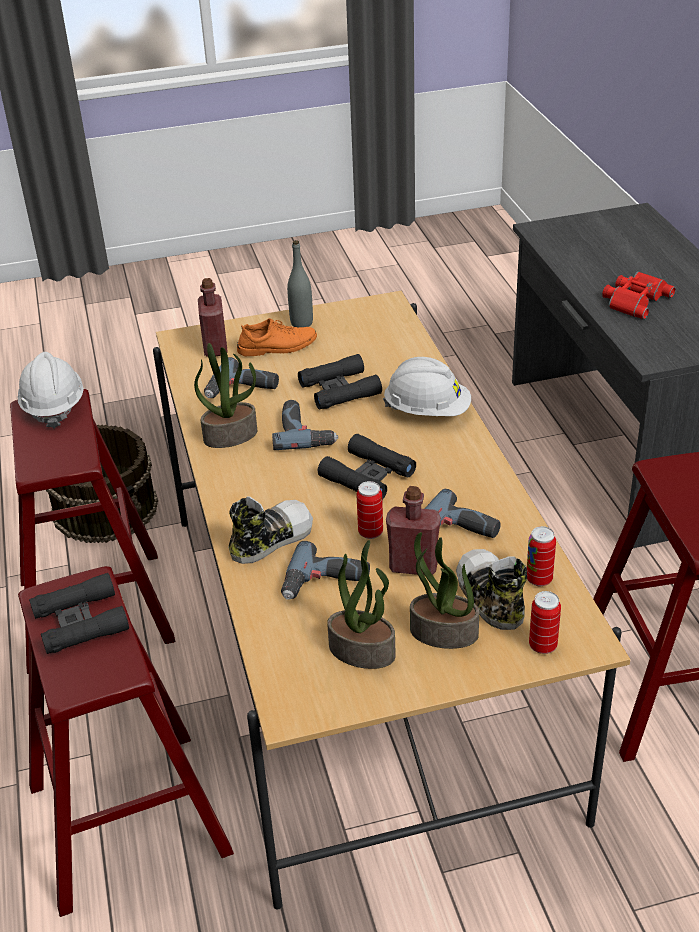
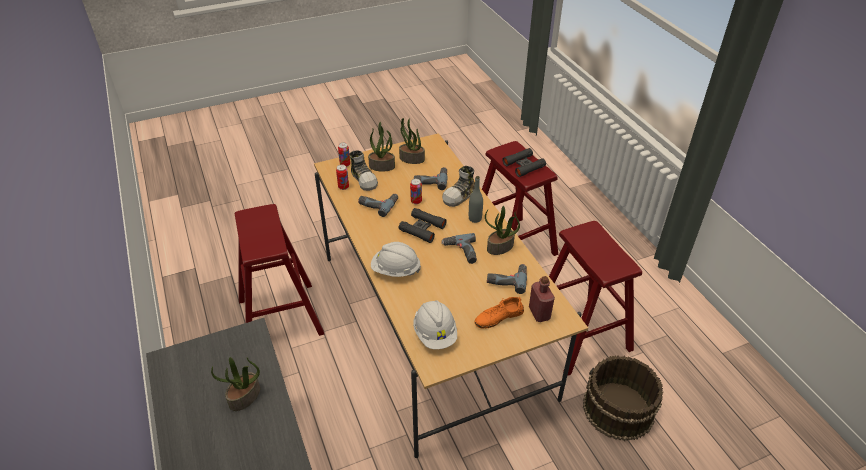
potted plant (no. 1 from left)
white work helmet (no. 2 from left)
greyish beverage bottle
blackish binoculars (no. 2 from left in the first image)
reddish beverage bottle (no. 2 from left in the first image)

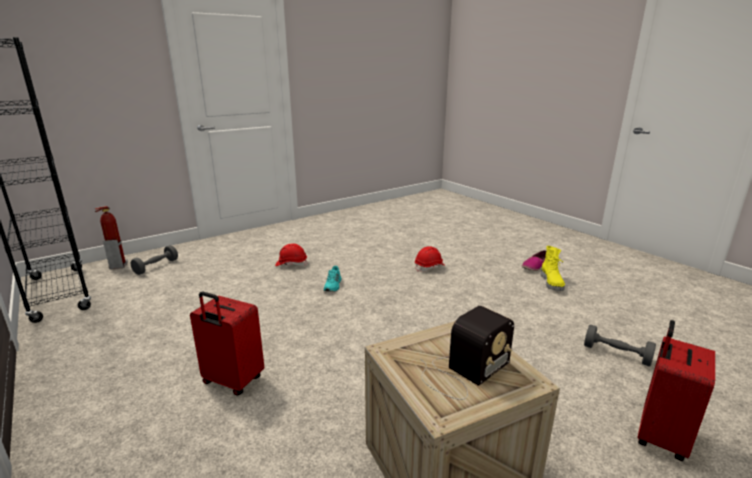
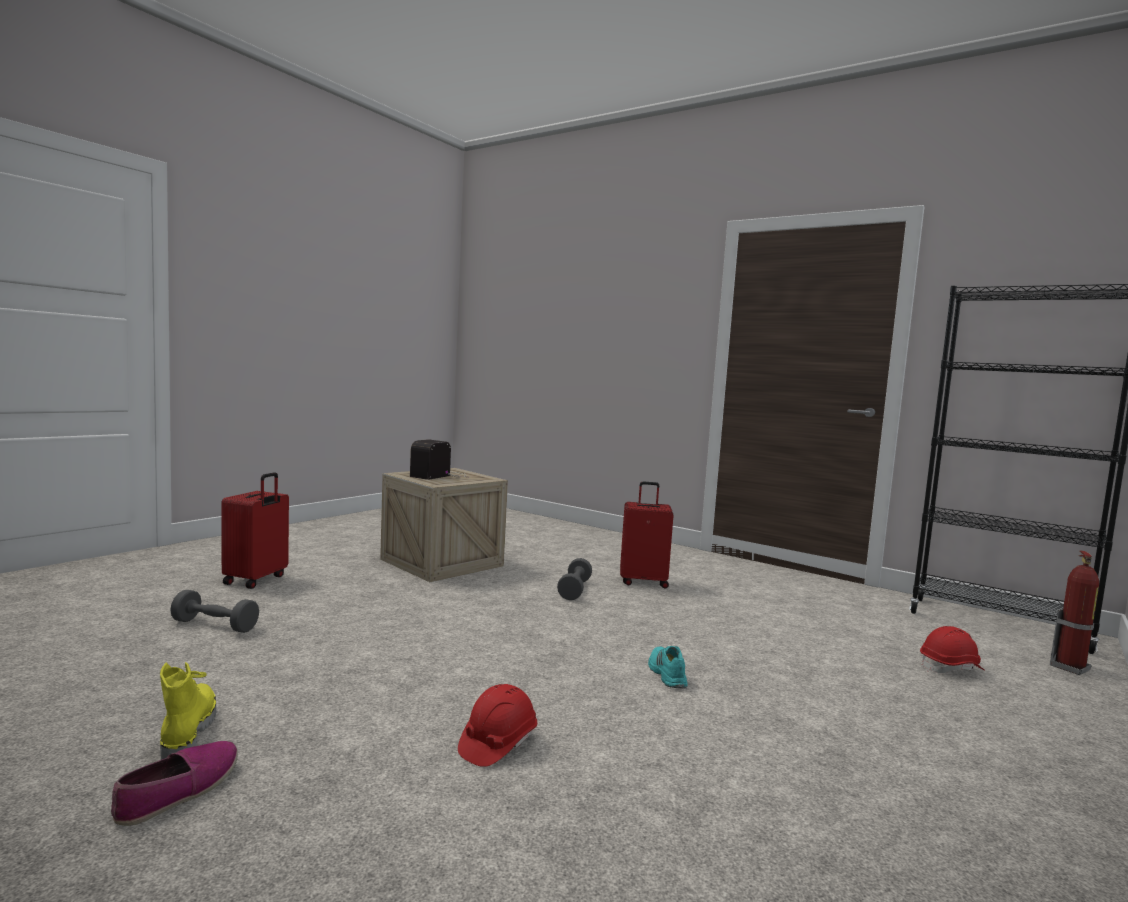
greyish dumbbell (no. 2 from left)
reddish work helmet (no. 2 from left)

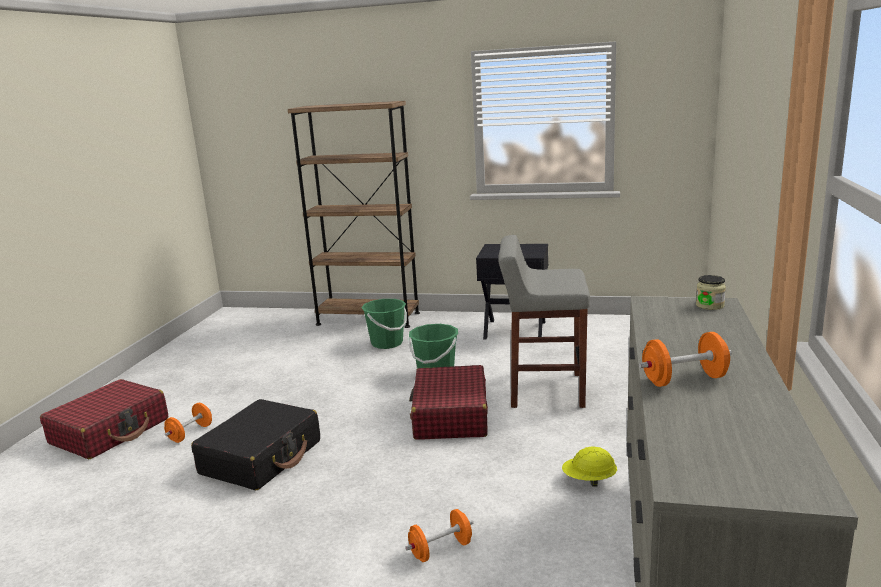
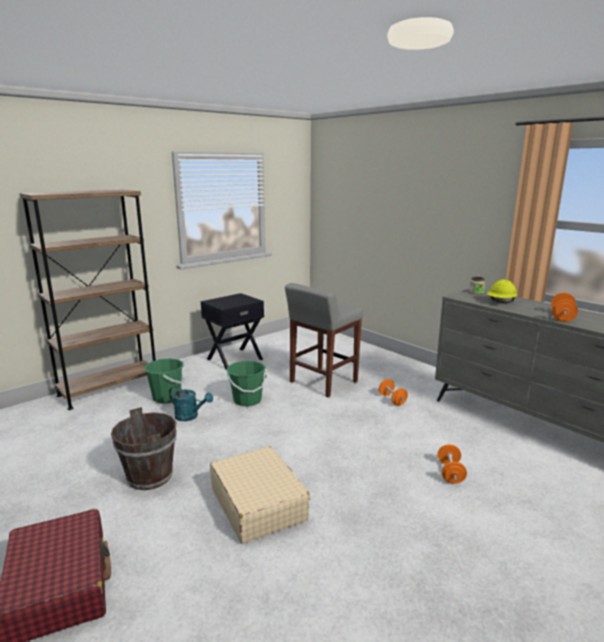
brown pail
turquoise-coloured watering pot
beige-coloured piece of luggage
orangey dumbbell (no. 1 from left)
yellowish work helmet
reddish piece of luggage (no. 2 from left in the first image)

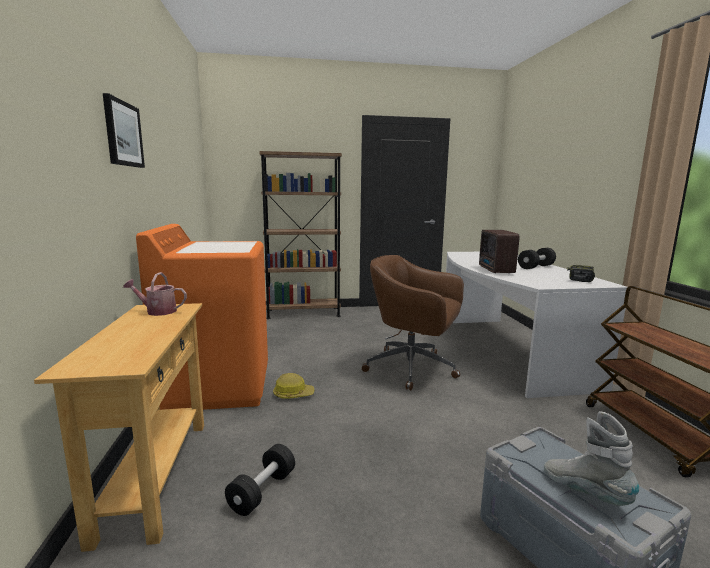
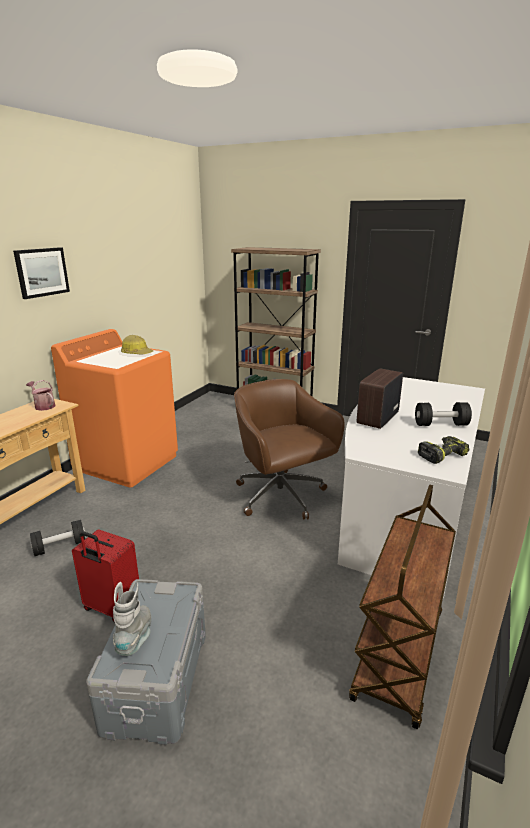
reddish piece of luggage
work helmet

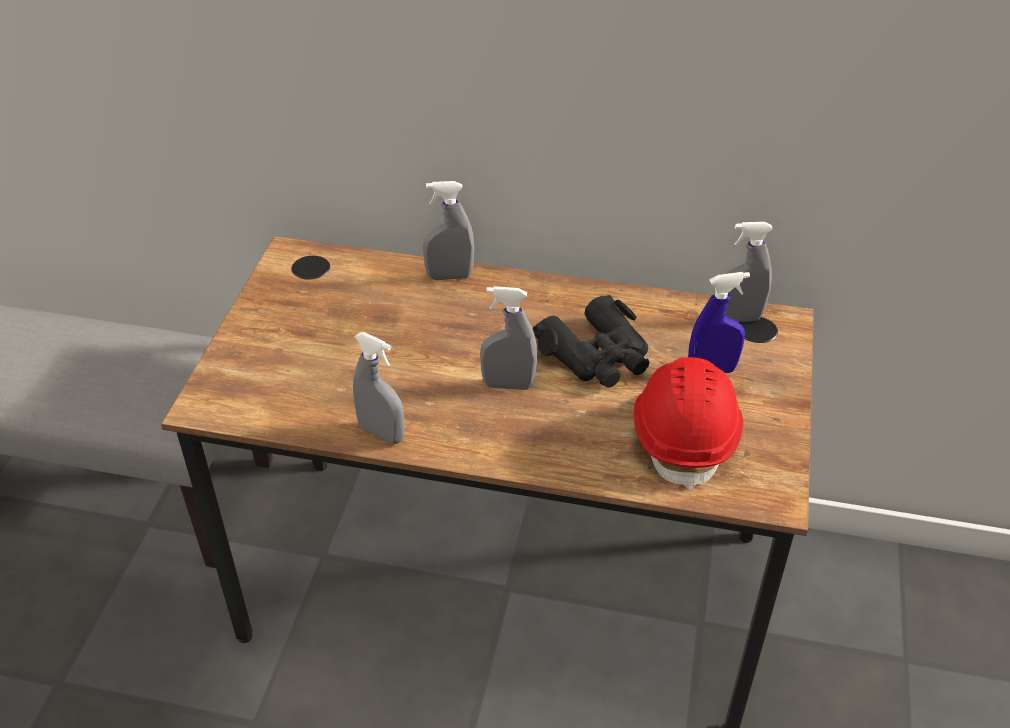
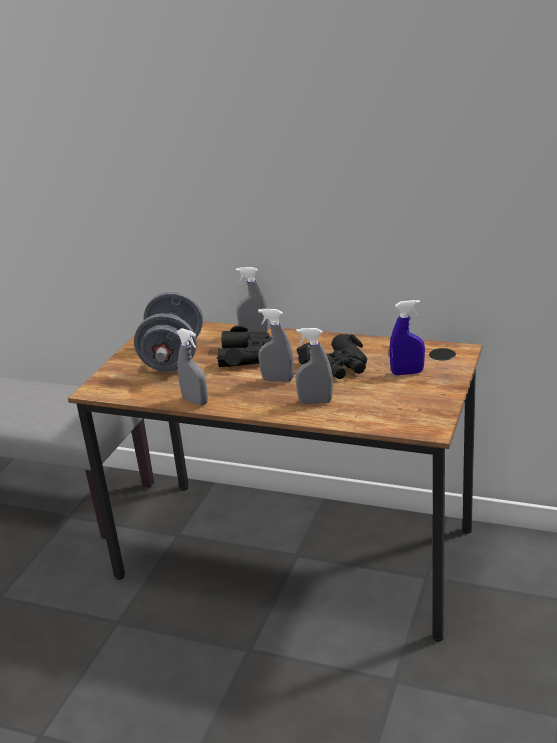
greyish dumbbell
blackish binoculars (no. 1 from left)
greyish spray bottle (no. 4 from left)
reddish work helmet

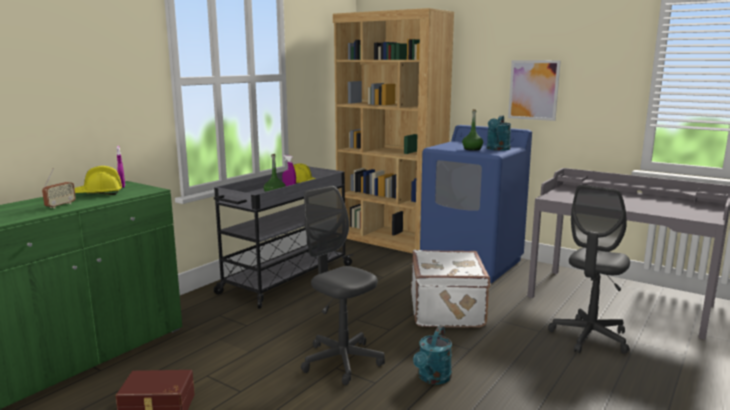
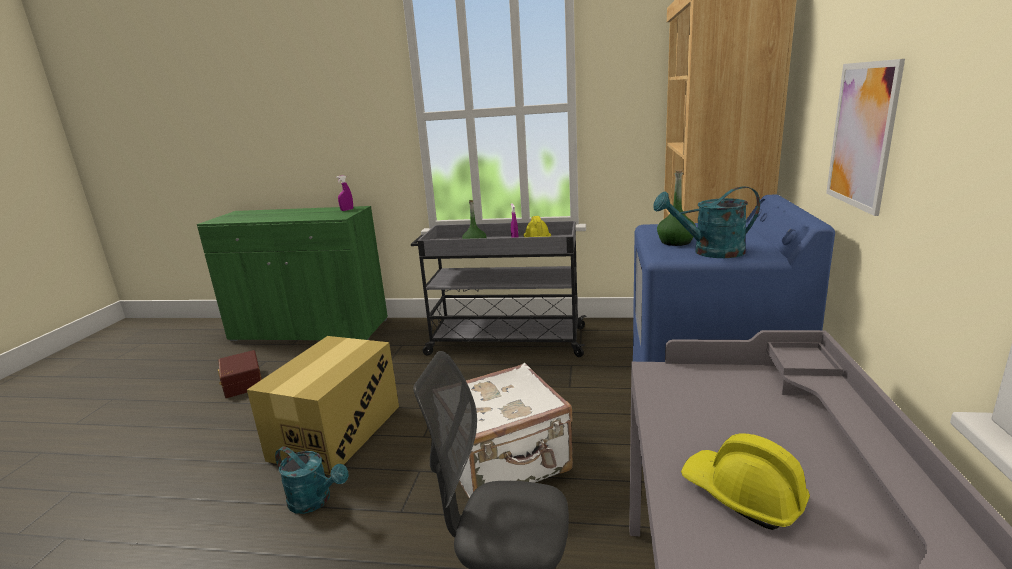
cardboard box
turquoise-coloured watering pot (no. 1 from left)
yellowish work helmet (no. 2 from left)
radio set

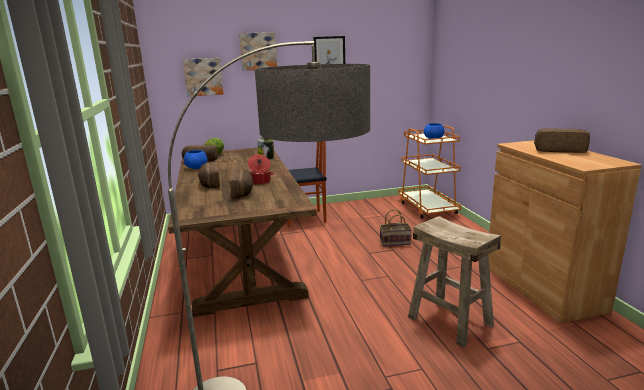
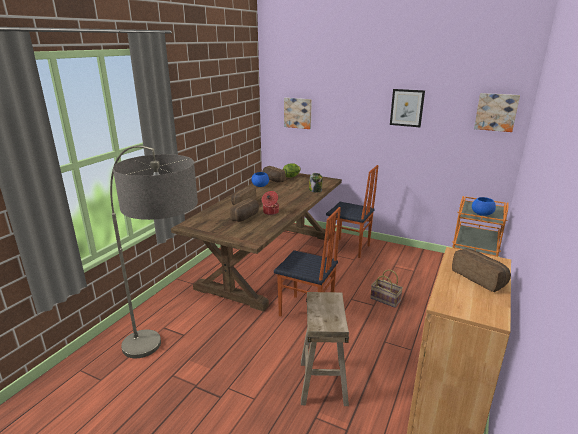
chair (no. 1 from left)
wall art (no. 3 from left)

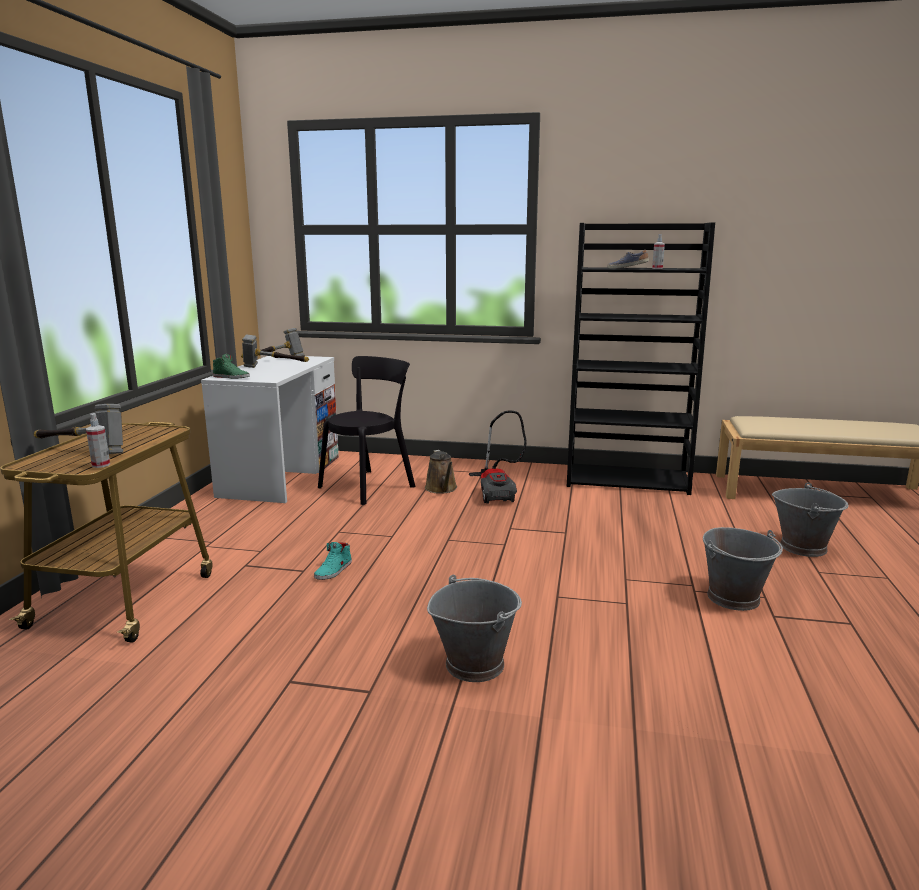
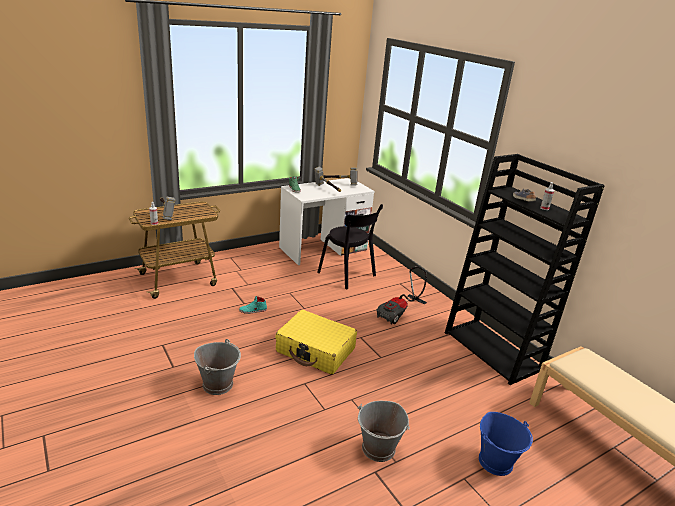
yellowish piece of luggage
blackish chair
blue-coloured pail
brown watering pot

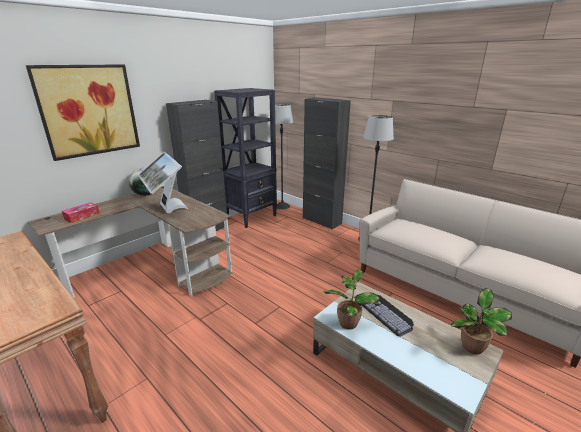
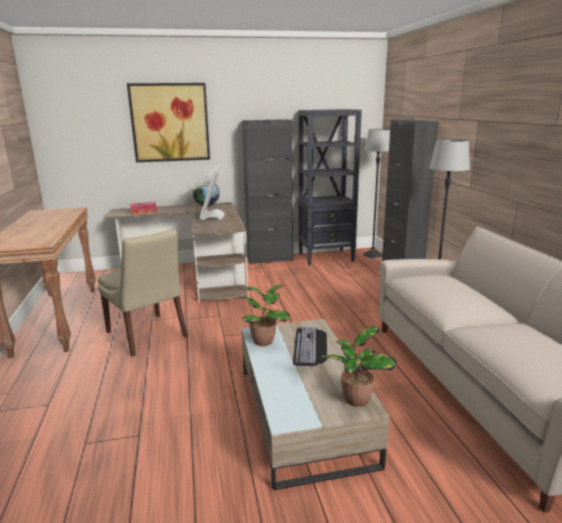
beige-coloured chair

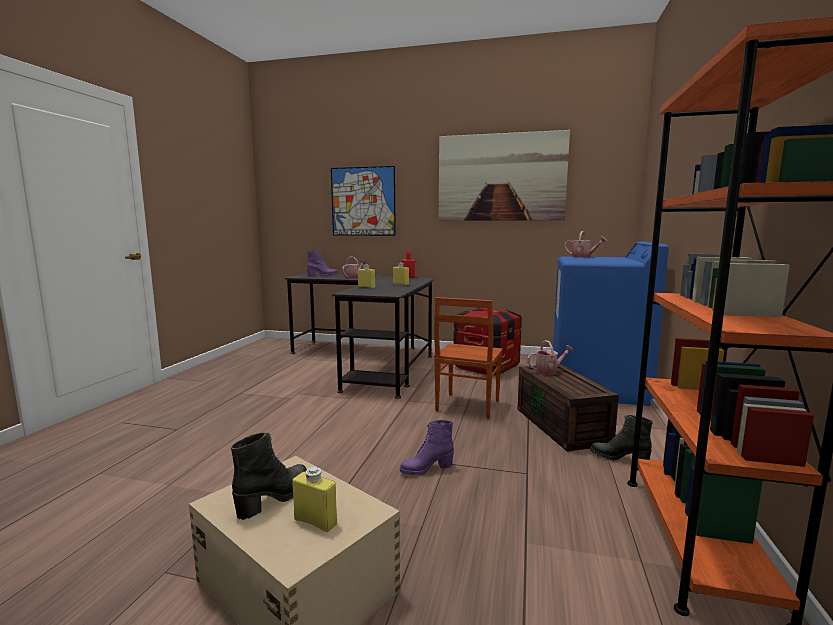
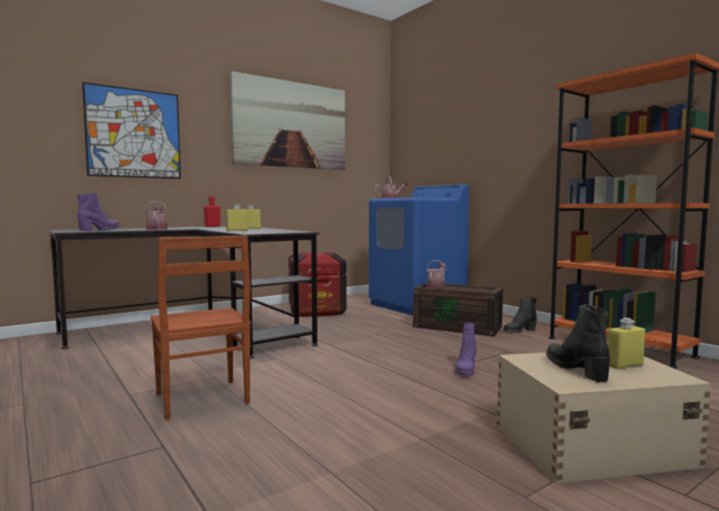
brown chair

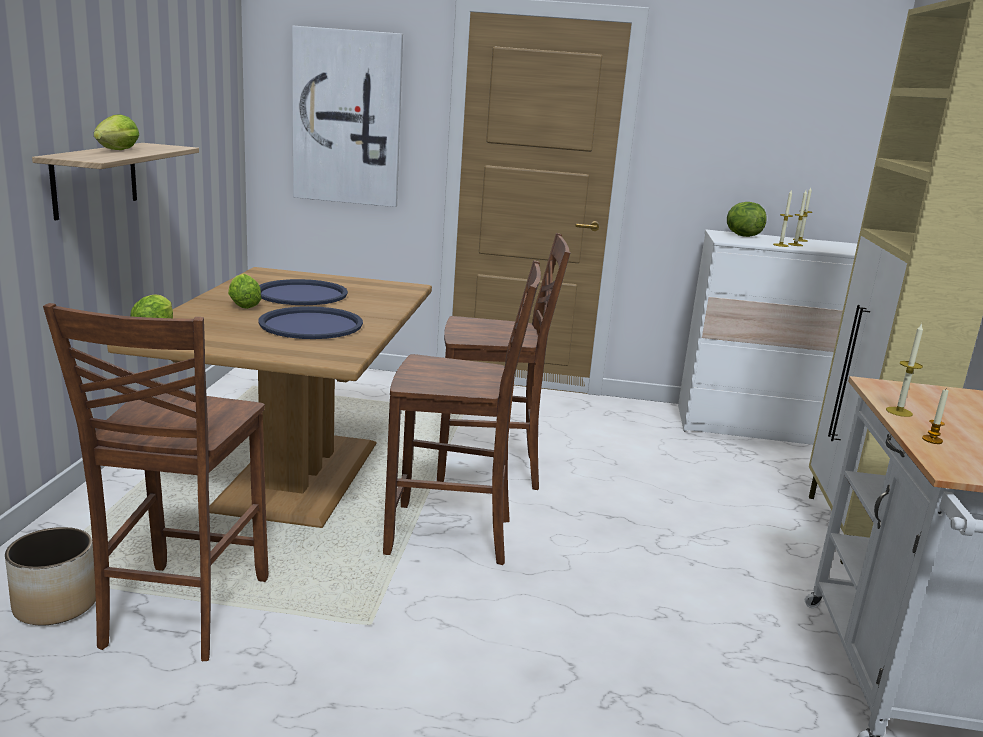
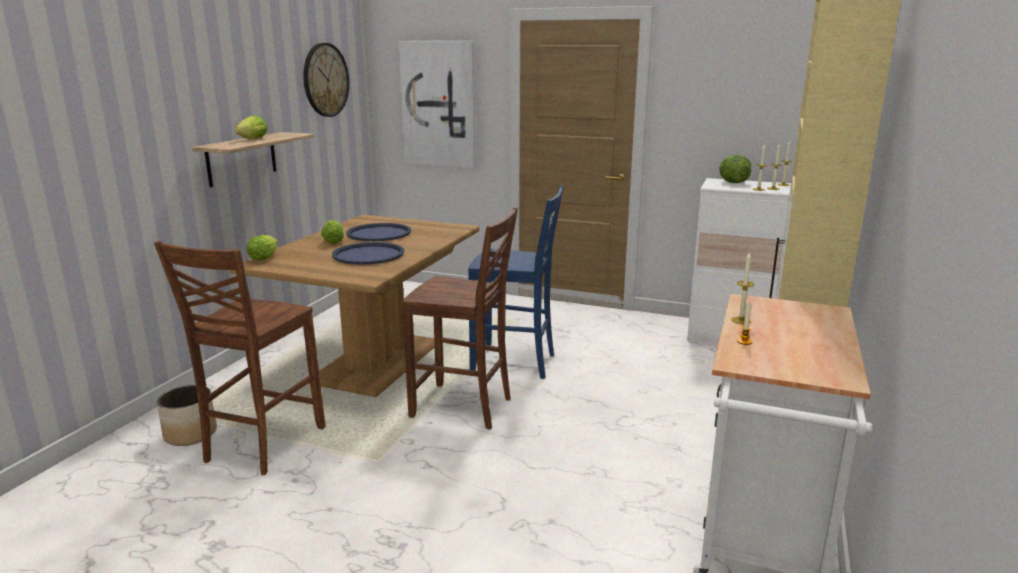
clock on the wall
blue-coloured chair

